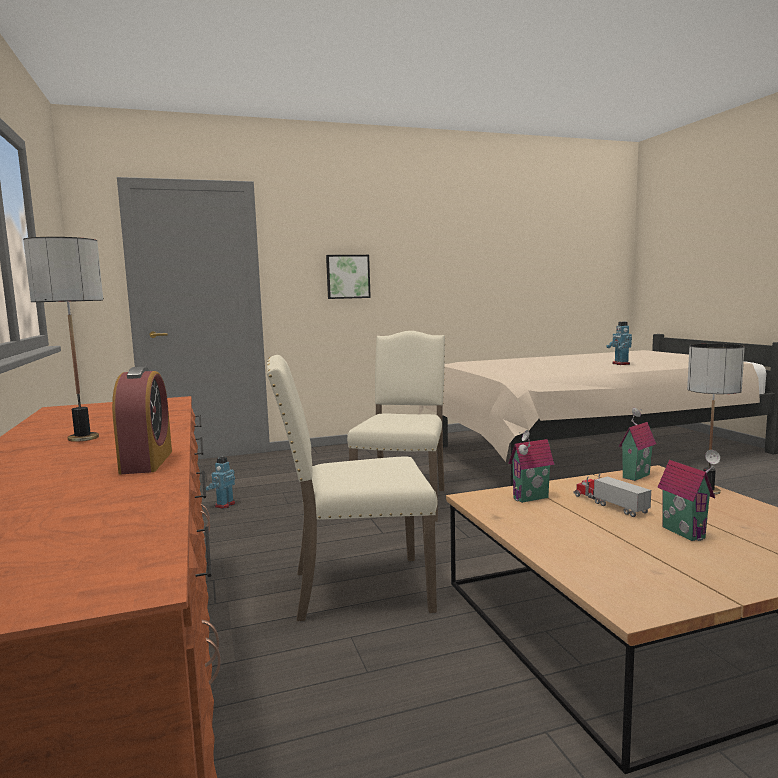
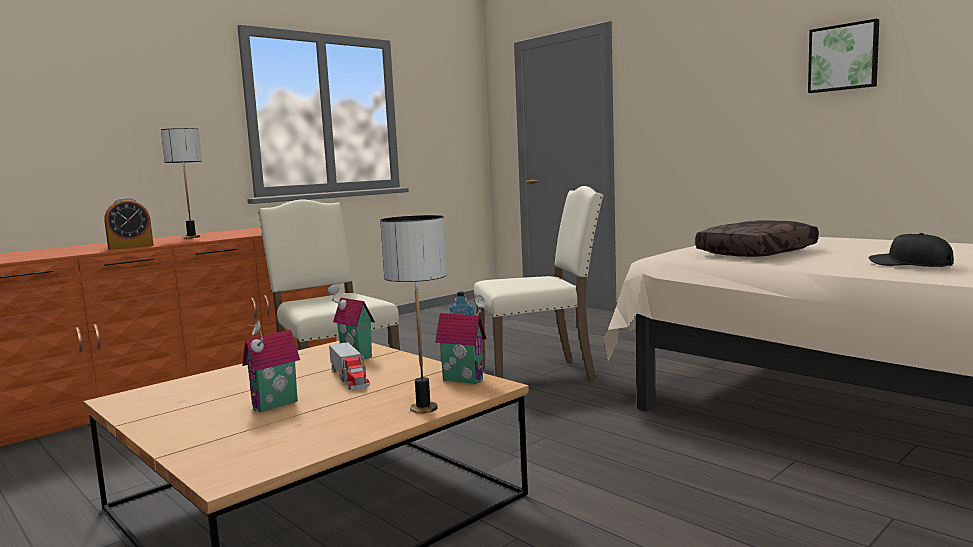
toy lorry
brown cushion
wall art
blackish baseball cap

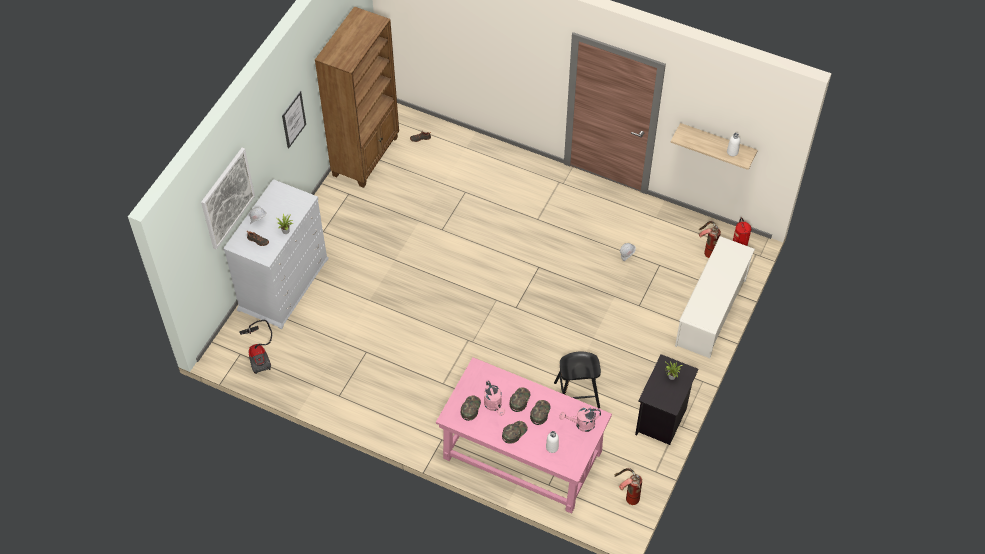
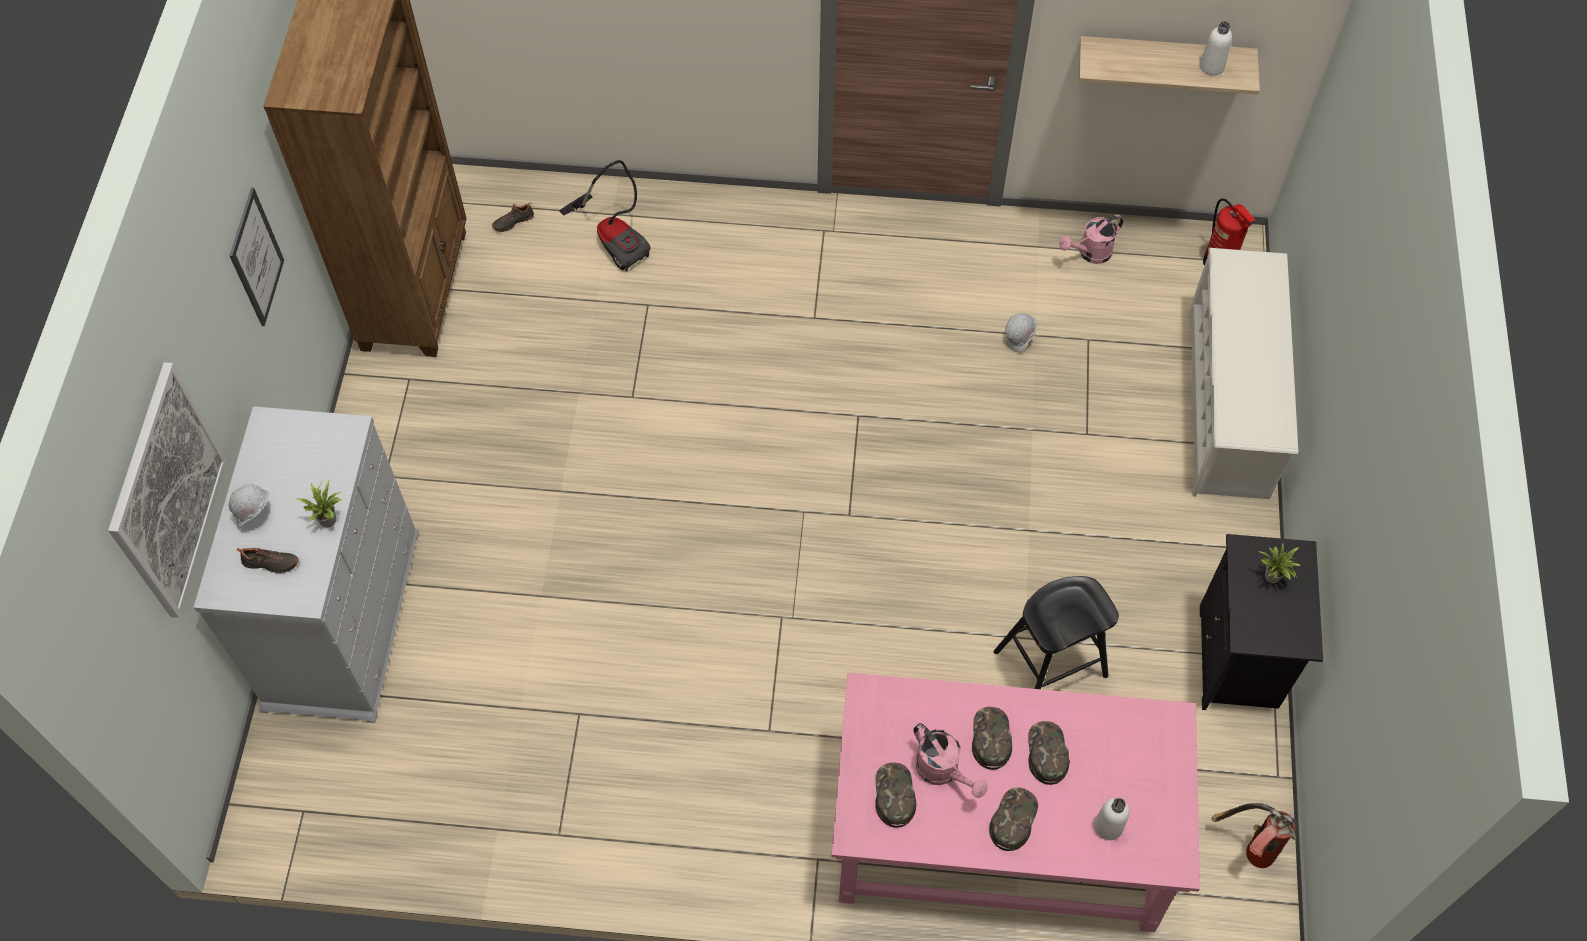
vacuum
pink watering pot (no. 2 from left)
extinguisher (no. 2 from left in the first image)

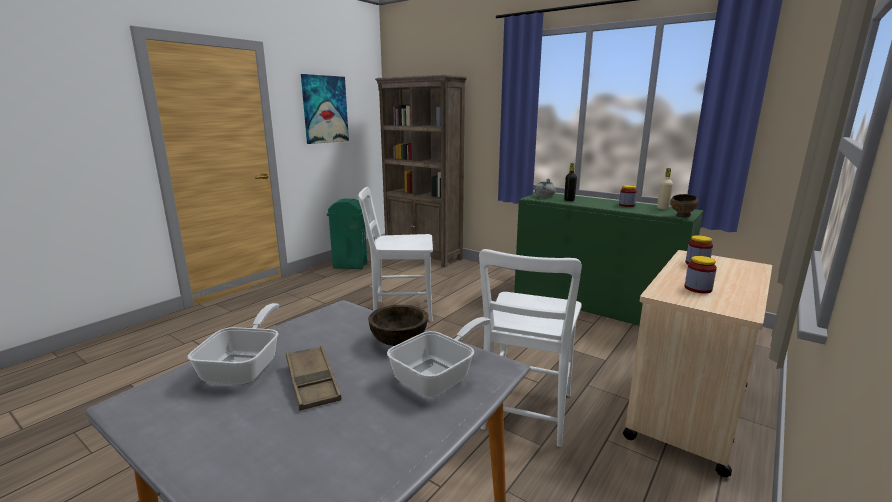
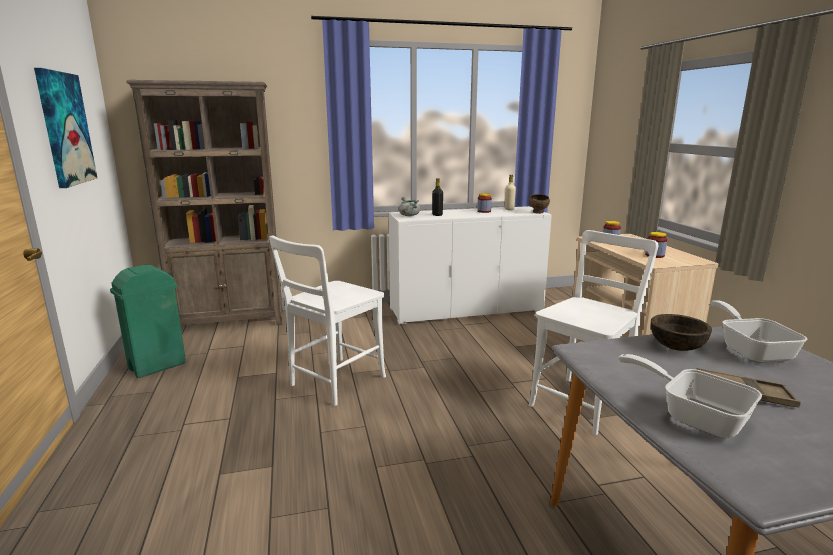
white cabinet
white chair (no. 2 from left)

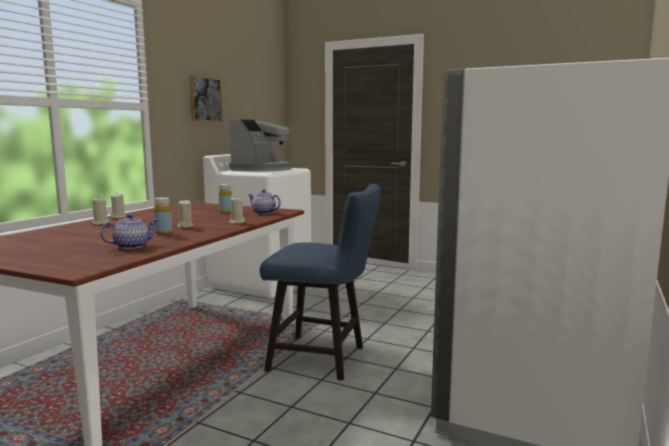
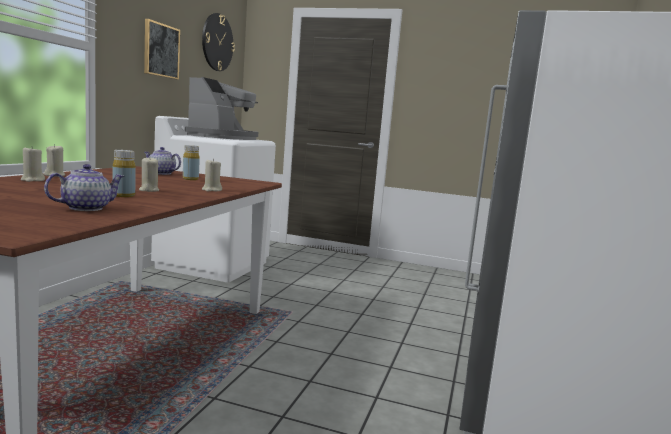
pot for tea (no. 2 from left)
clock on the wall
blue-coloured chair

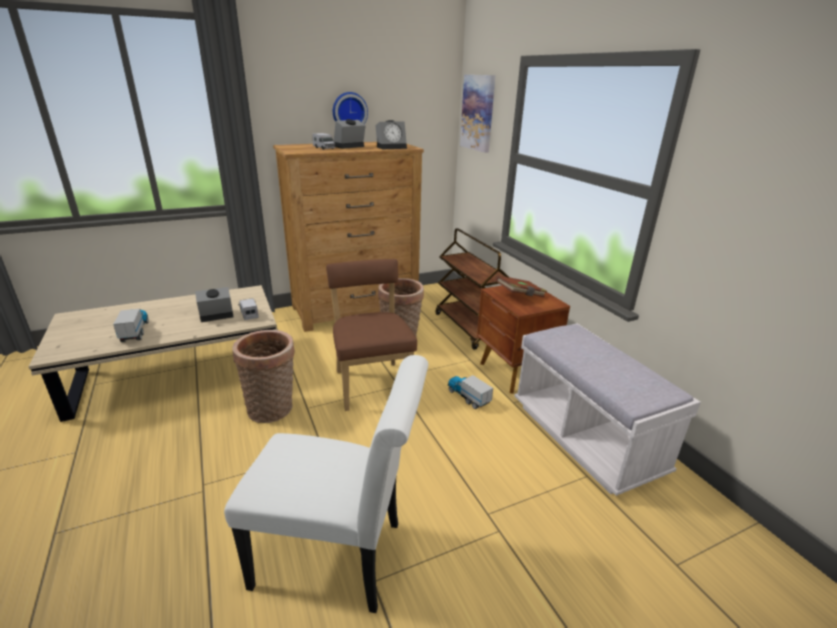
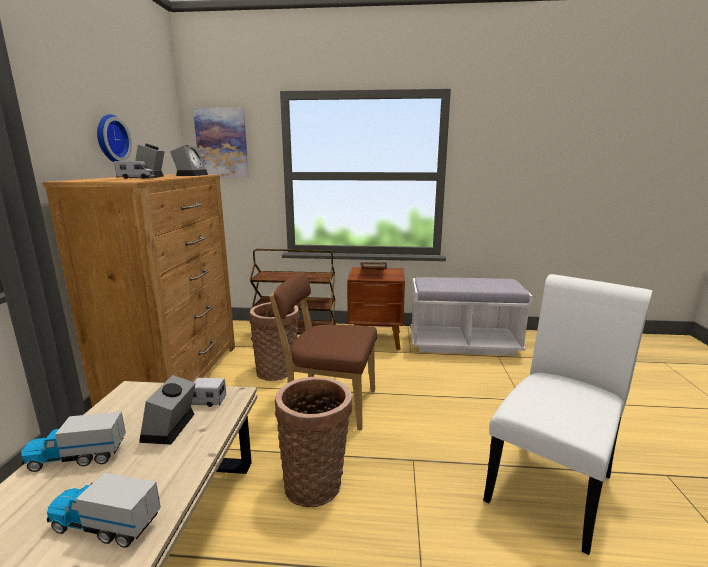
toy lorry (no. 1 from left)

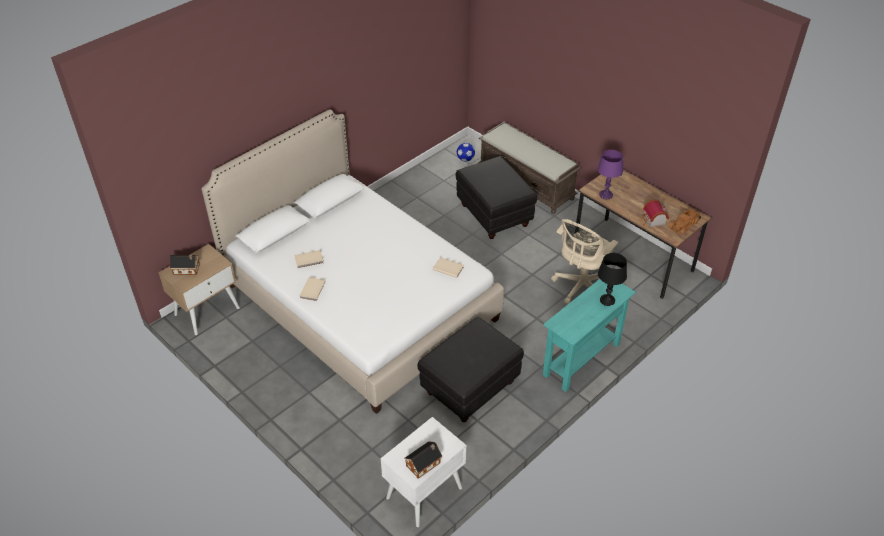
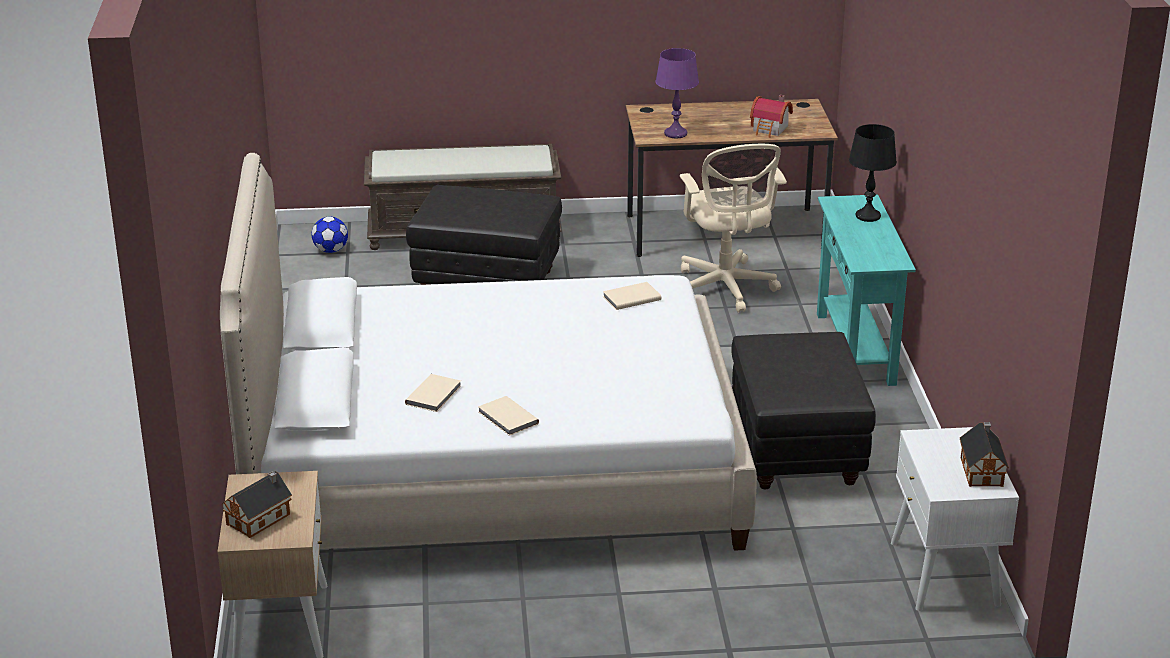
toy lorry

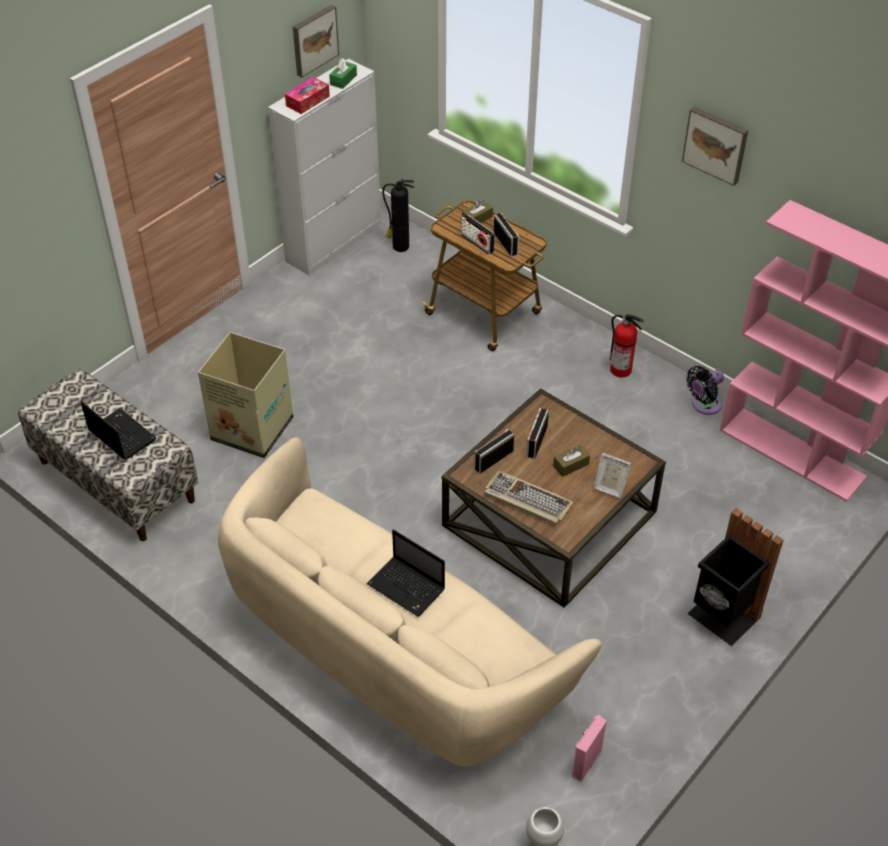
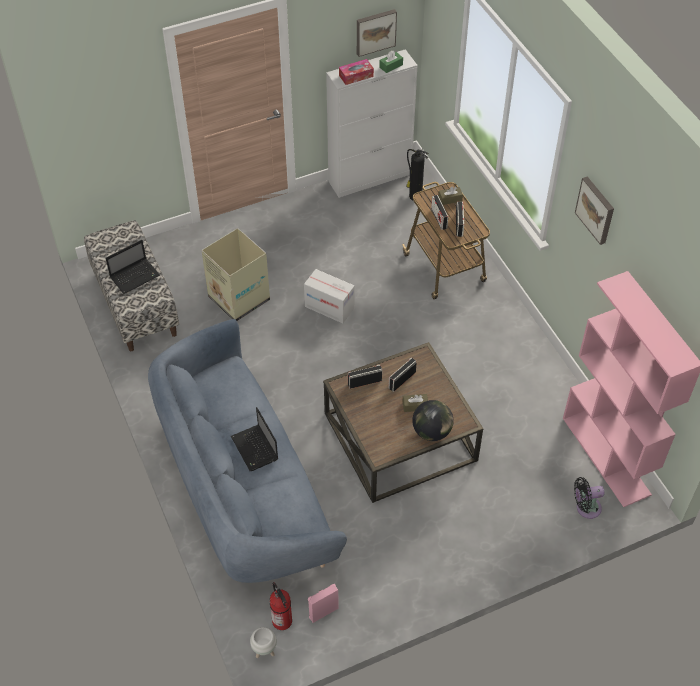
laptop (no. 1 from left)
blue-coloured couch
extinguisher (no. 1 from left)
cardboard box (no. 2 from left)
desk globe
blackish cooling fan
computer keyboard
blackish trash can

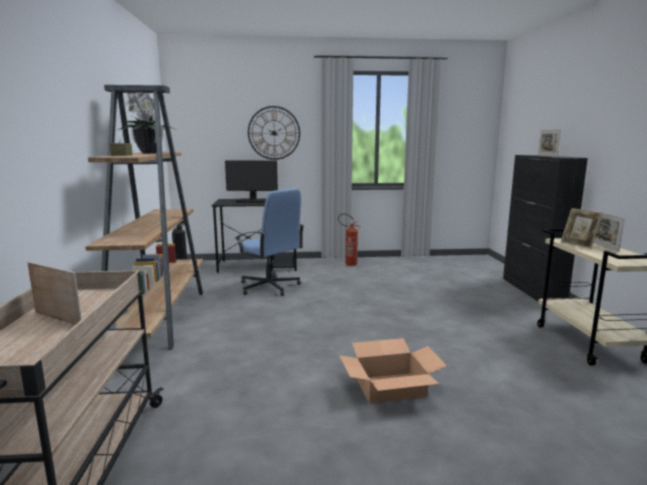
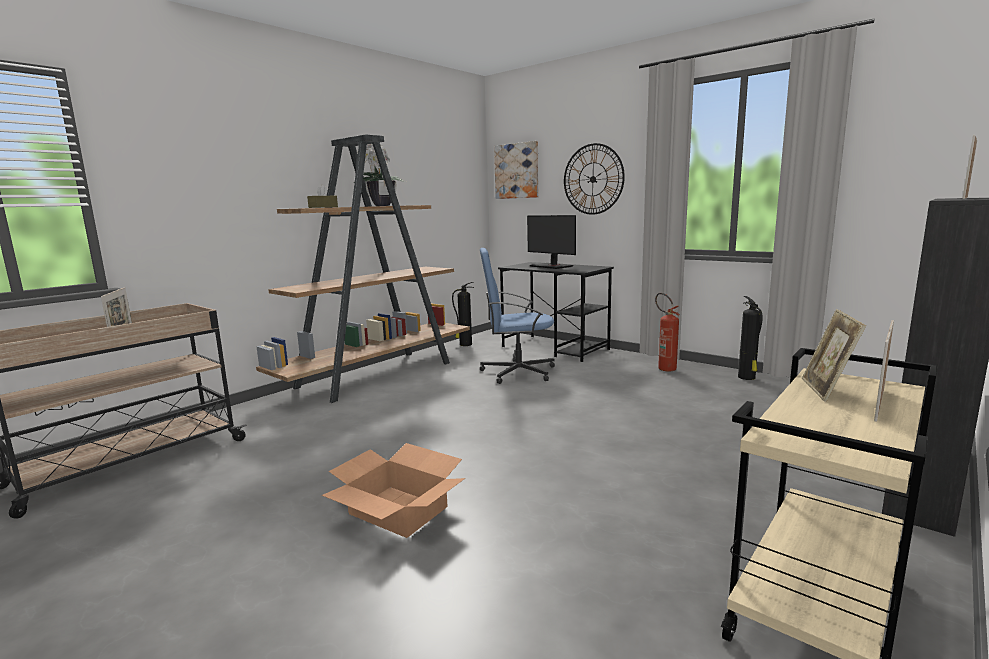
blue-coloured desk chair
wall art
extinguisher (no. 3 from left)

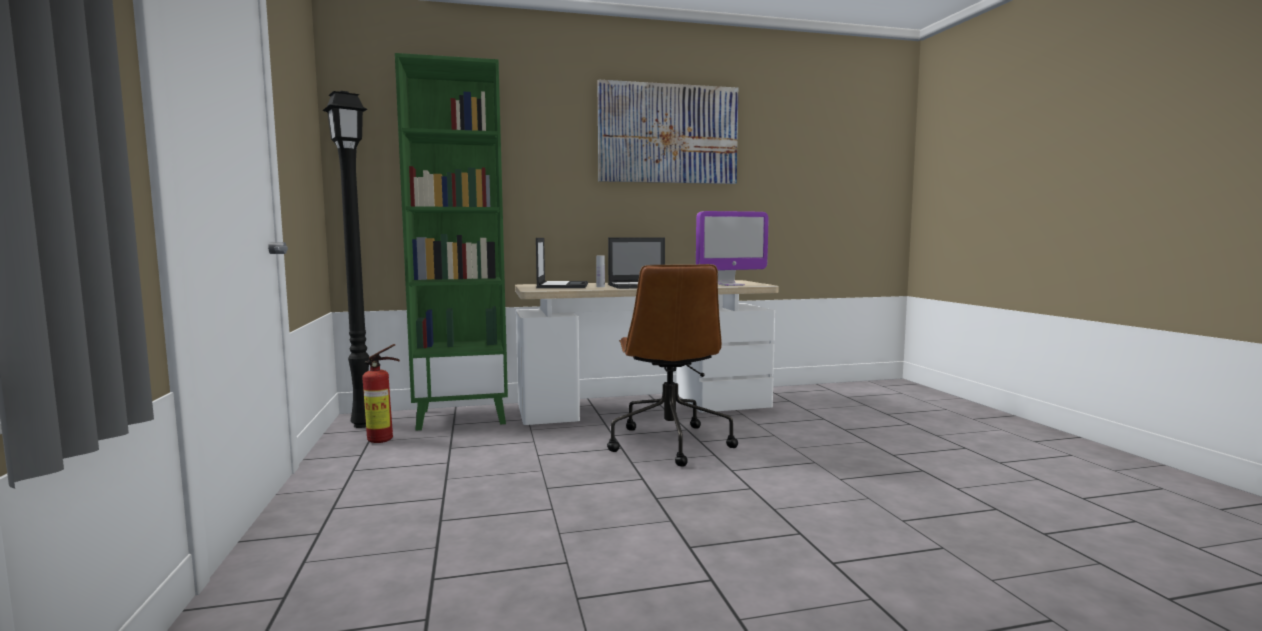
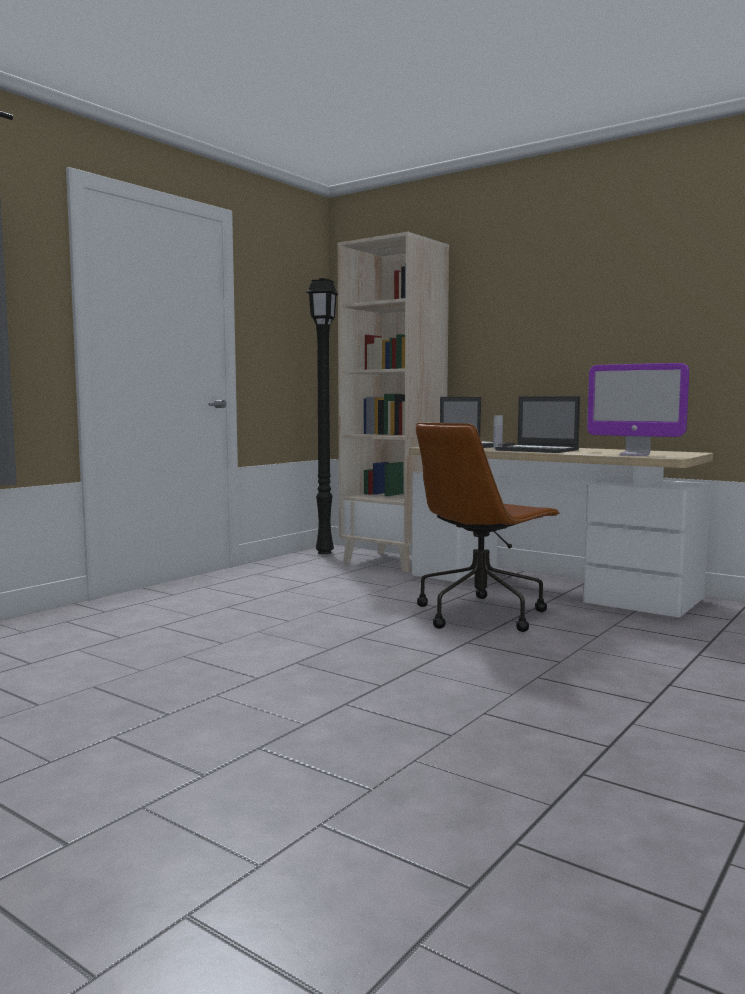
beige-coloured shelving unit
extinguisher
wall art

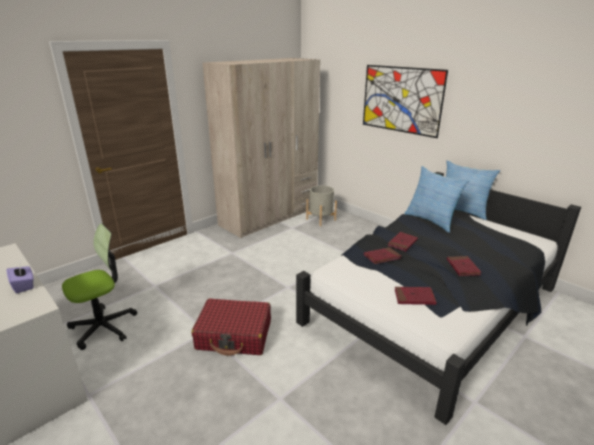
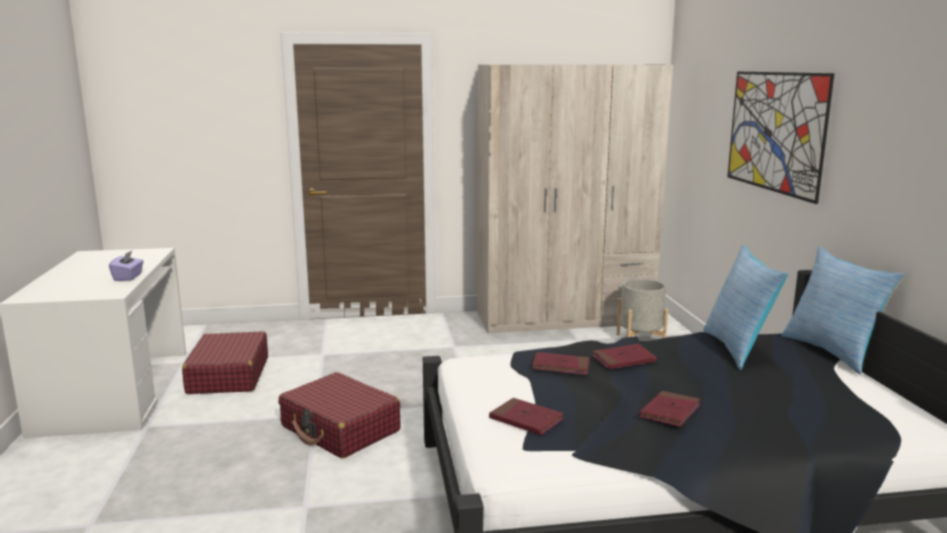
reddish piece of luggage (no. 1 from left)

